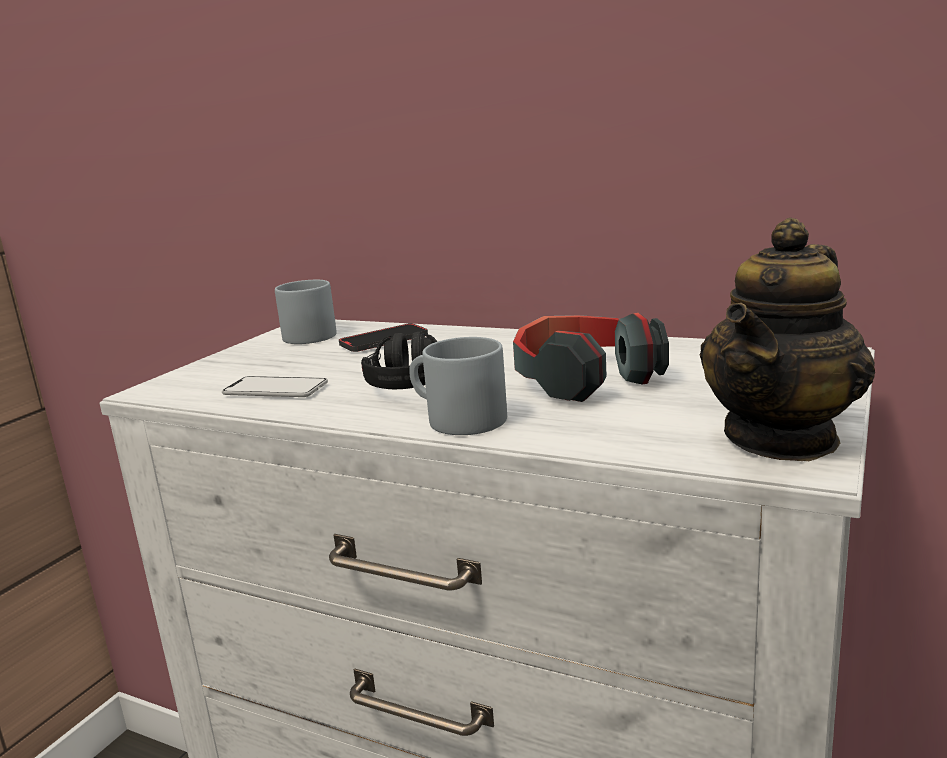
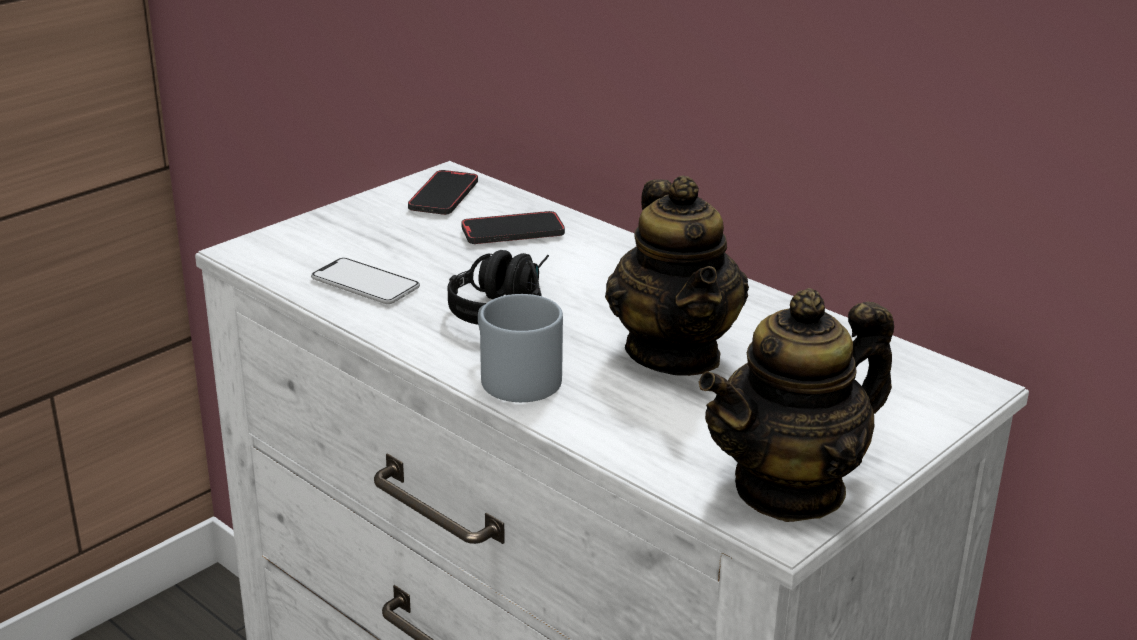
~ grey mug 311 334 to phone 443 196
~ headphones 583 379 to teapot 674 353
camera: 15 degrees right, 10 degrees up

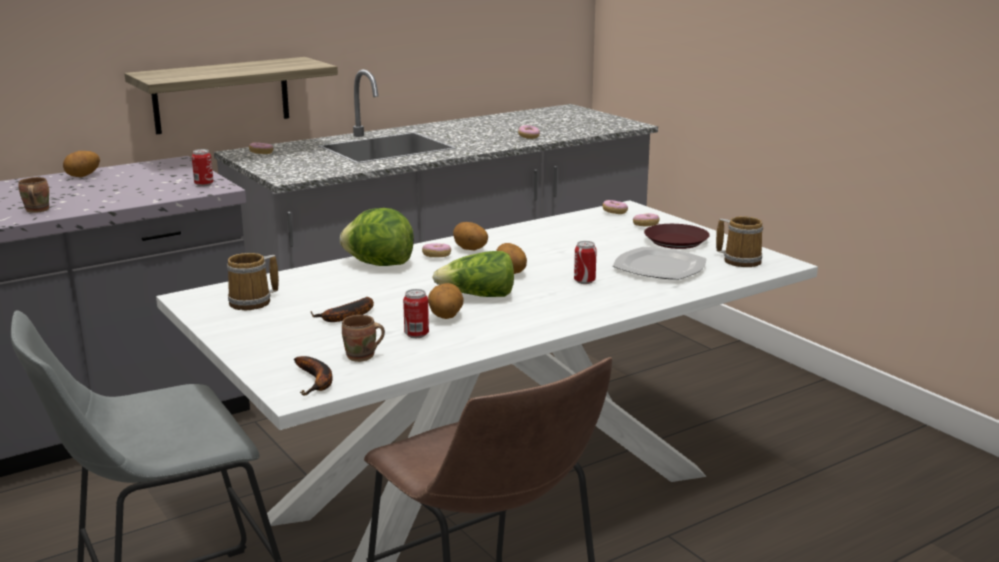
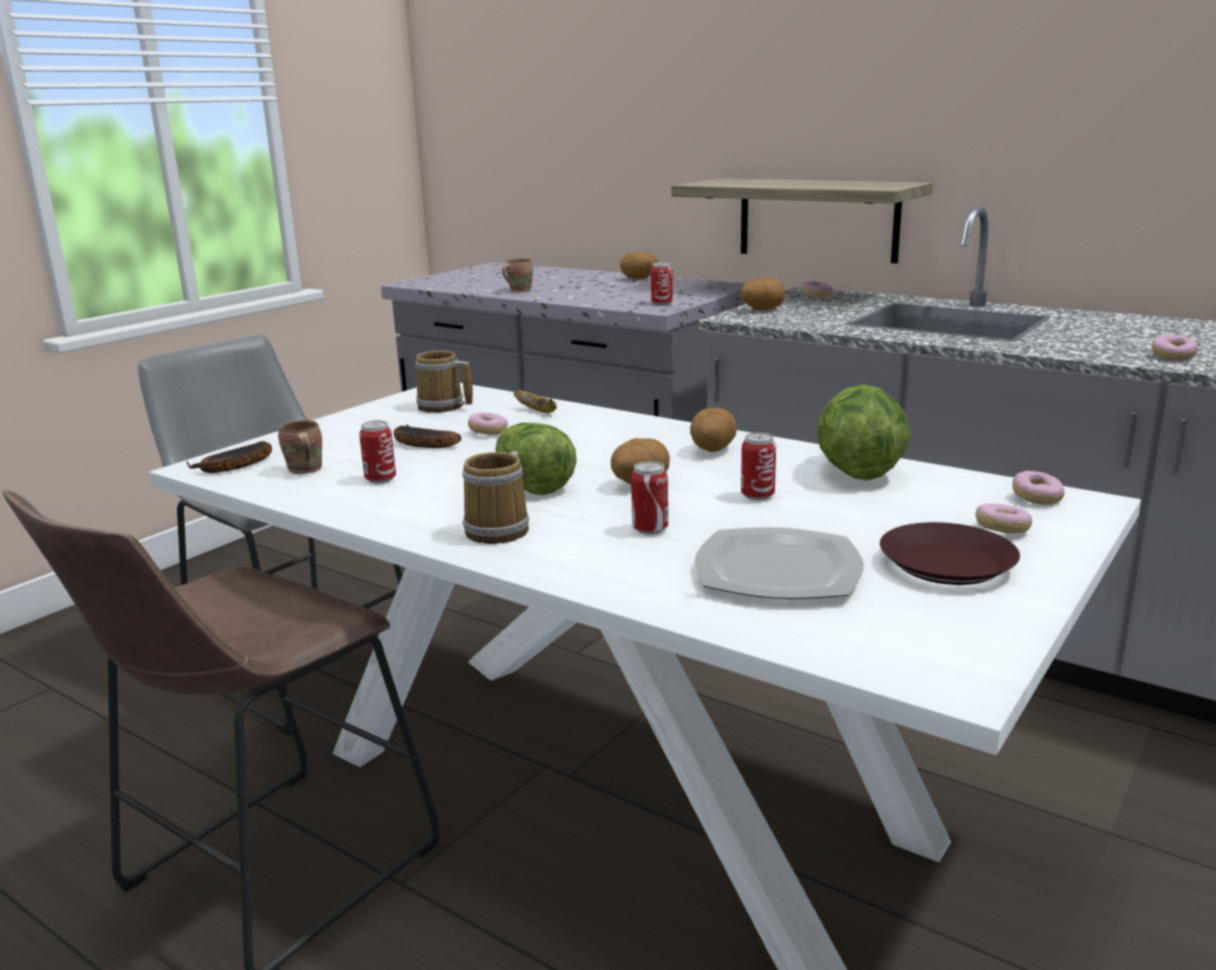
~ lettuce 379 264 to 857 472
~ donut 436 256 to 488 432
~ potato 445 317 to 762 309
~ mug 740 260 to 501 529
+ banana 538 412
+ can 757 496
camera: 70 degrees right, 0 degrees up

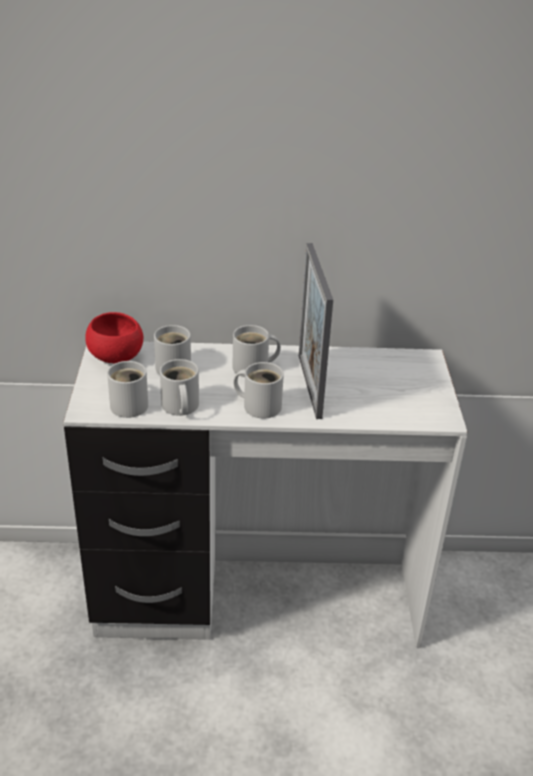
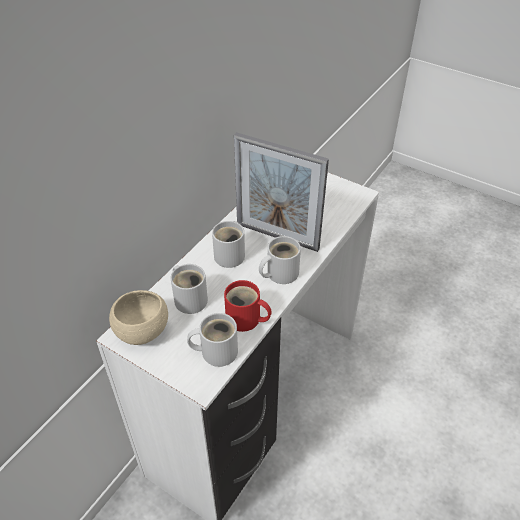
~ red bowl 115 357 to beige bowl 142 332
~ white mug 179 407 to red mug 245 320
camera: 55 degrees left, 10 degrees up

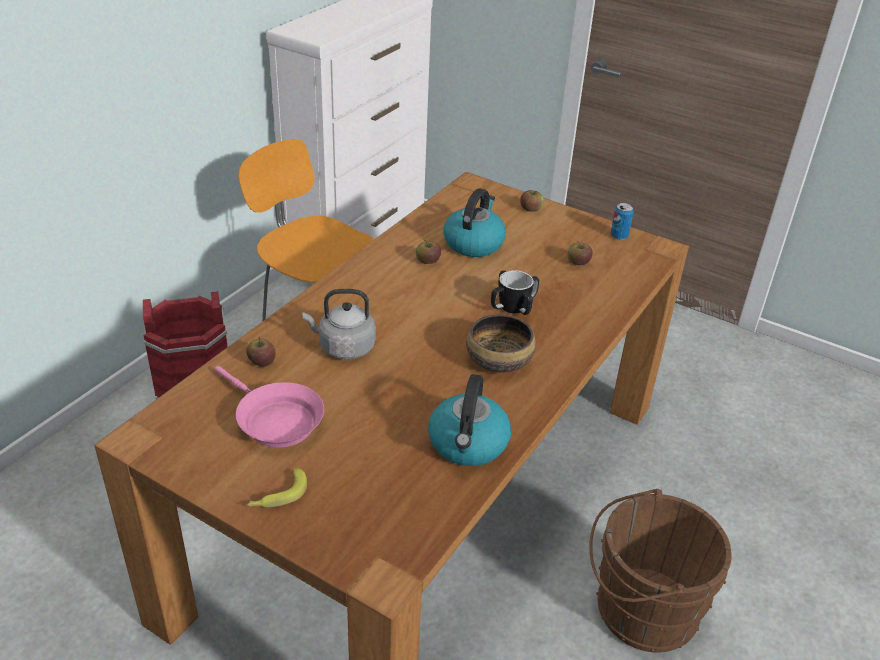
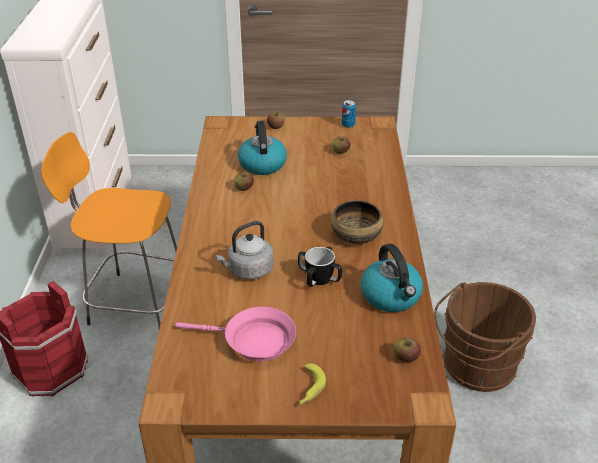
~ apple 261 362 to 405 357
~ mug 513 307 to 319 278
camera: 30 degrees left, 0 degrees up

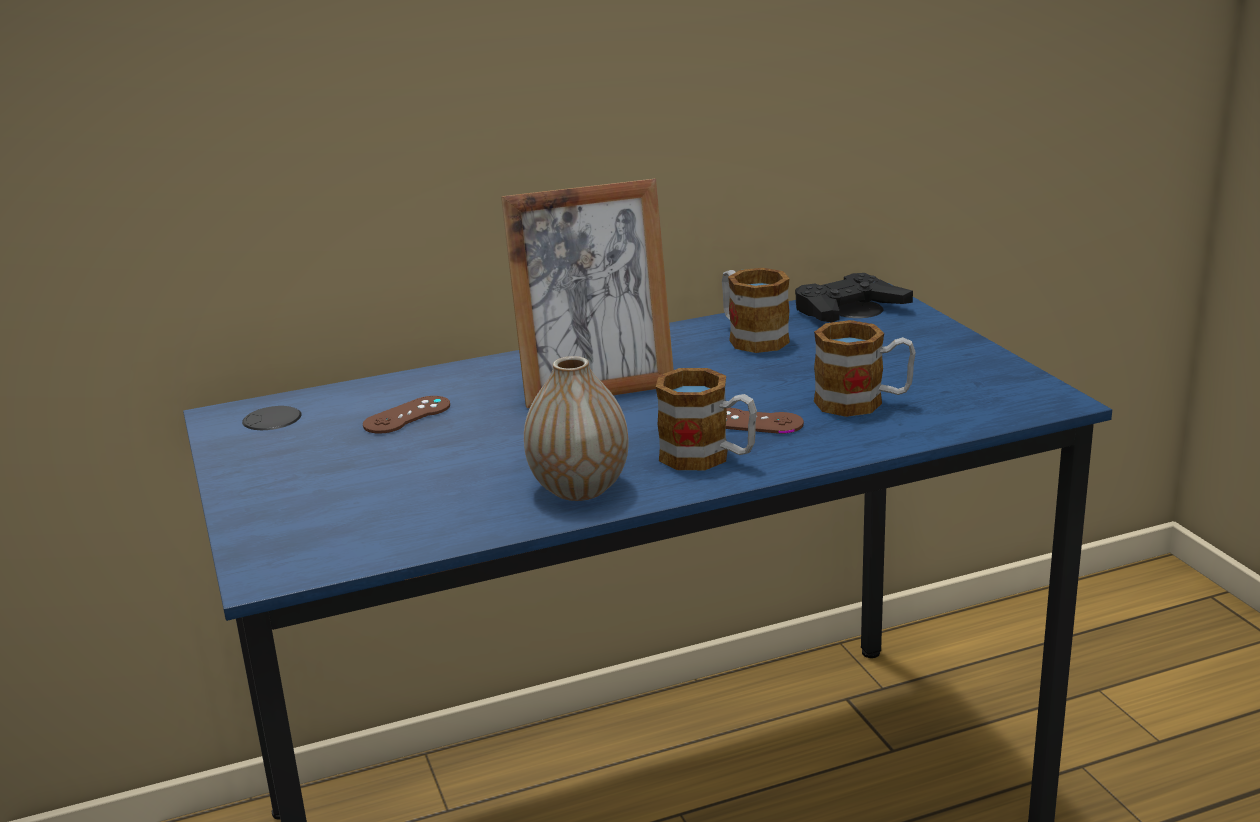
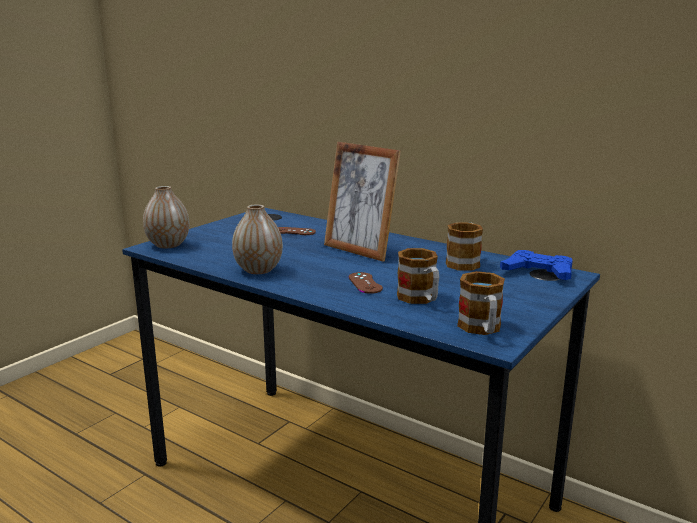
~ mug 708 458 to 481 329
~ black game controller 848 309 to blue game controller 538 272
+ vase 168 245
camera: 55 degrees right, 5 degrees down

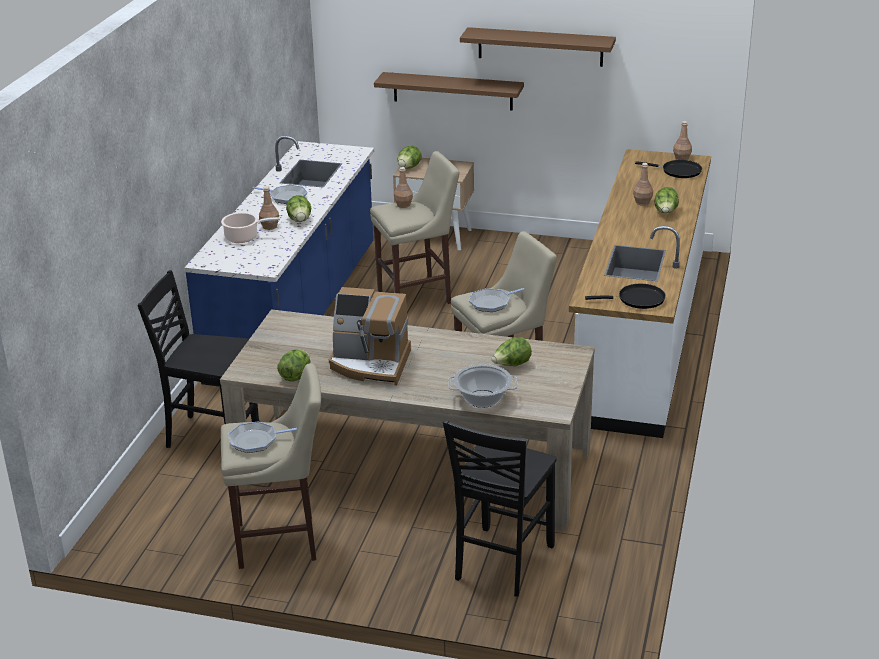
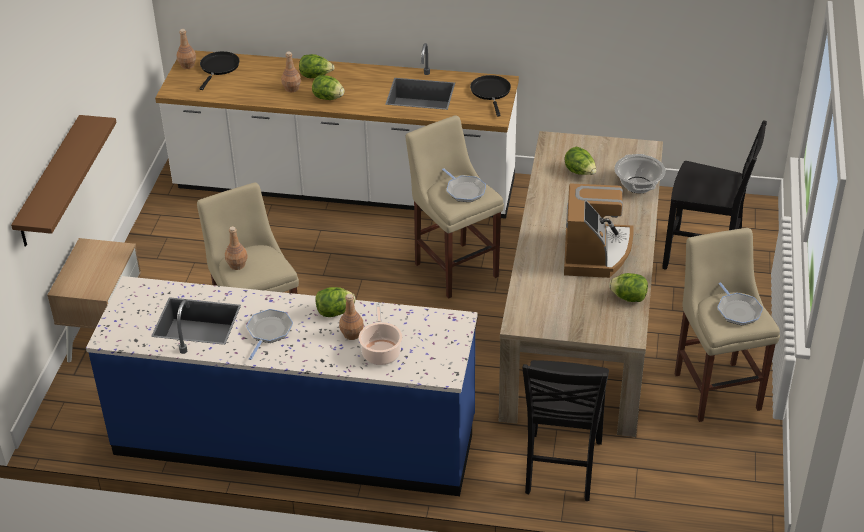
~ lettuce 409 167 to 328 98
- brown shelf 540 47
camera: 95 degrees left, 10 degrees up

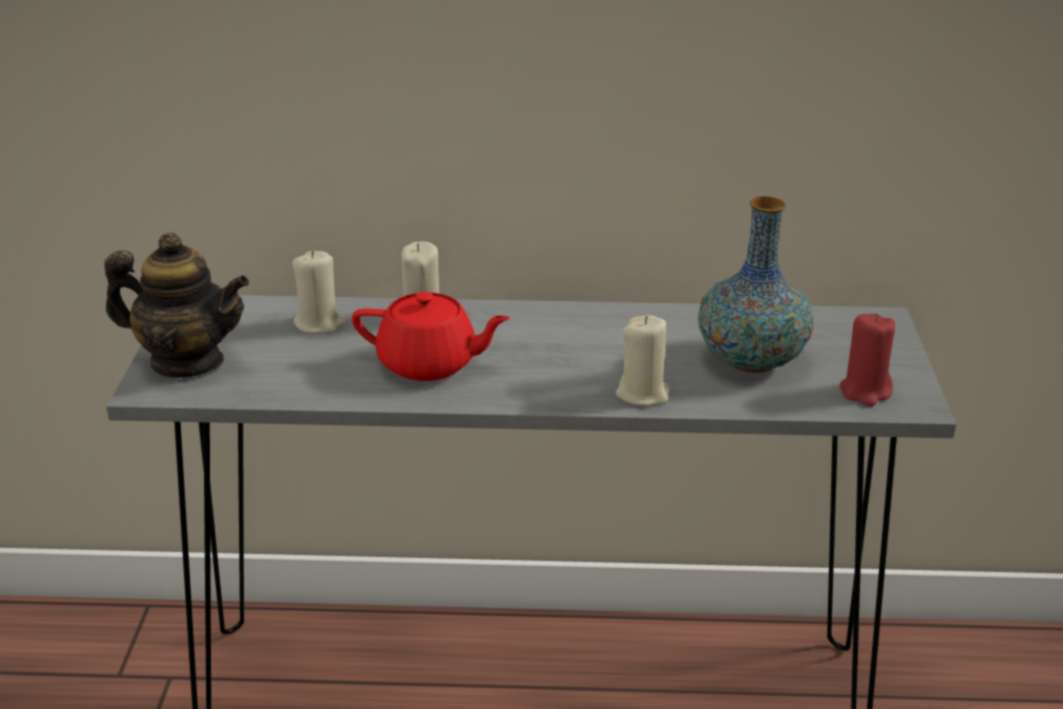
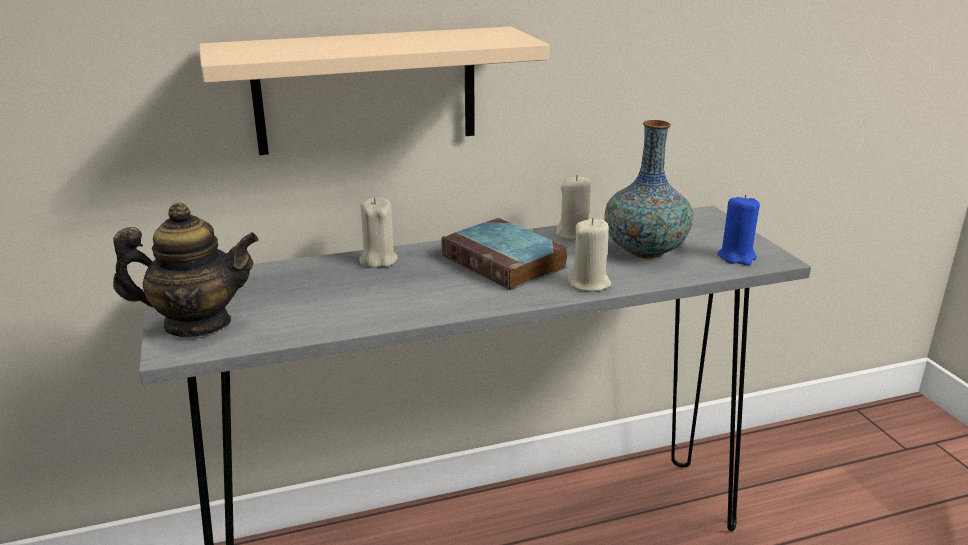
~ beige candle 319 324 to 574 234
- red teapot 429 364
~ red candle 865 391 to blue candle 737 257
+ beige shelf 366 90
+ book 506 262
camera: 20 degrees left, 5 degrees down

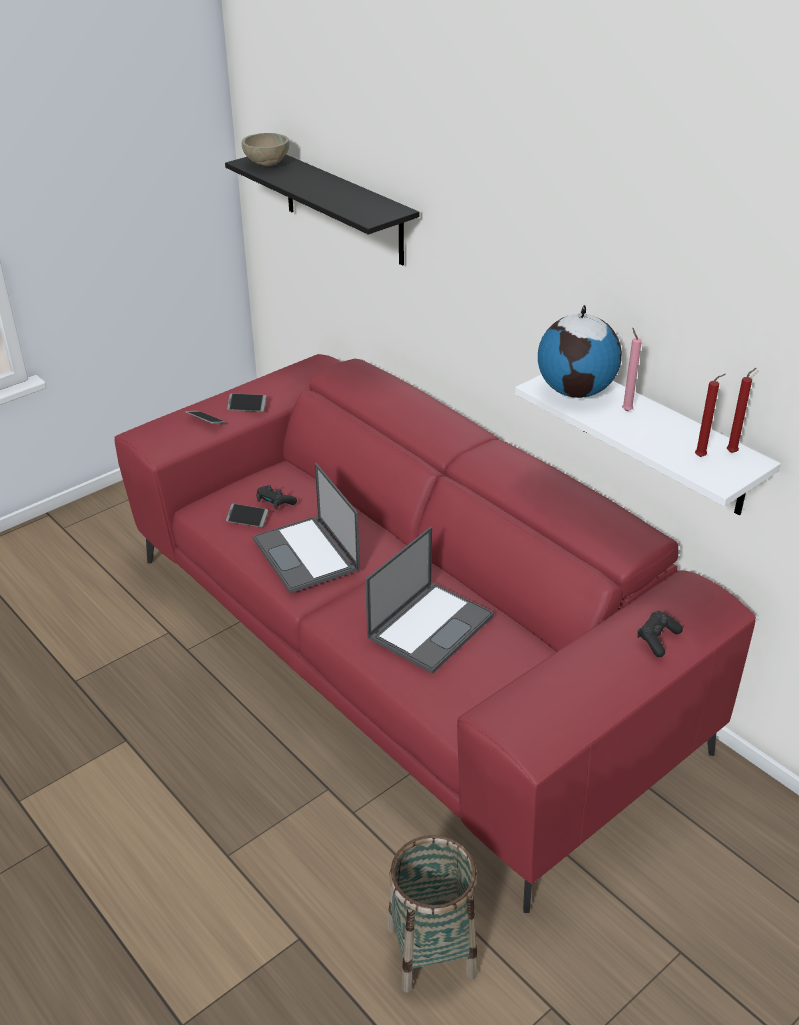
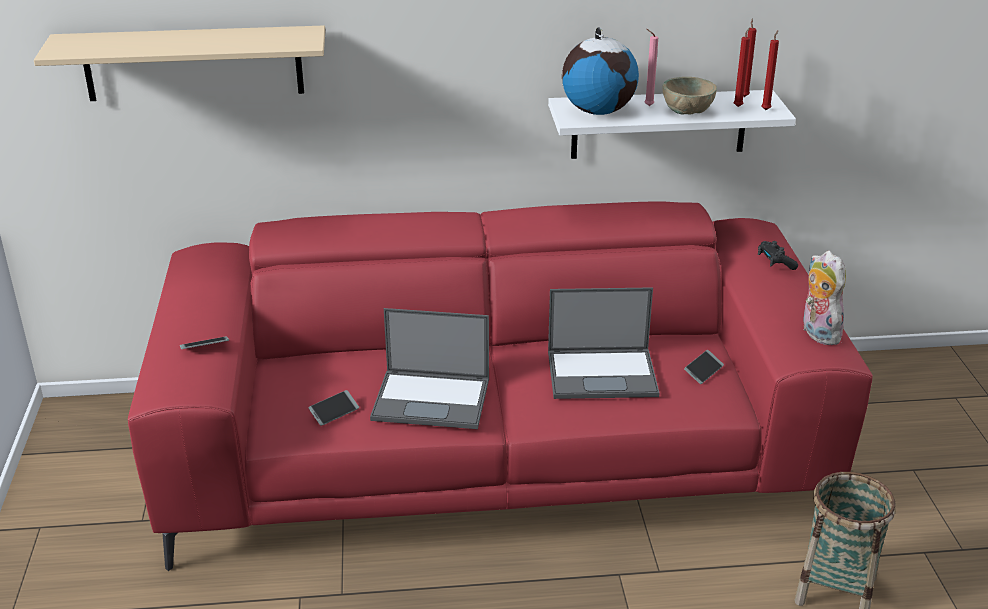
~ black shelf 343 207 to beige shelf 193 63
~ phone 247 406 to 703 371
~ beige bowl 267 165 to 687 113
- black game controller 275 503
~ laptop 431 625 = 603 373 105 degrees clockwise
+ red candle 766 109
+ plush toy 817 333
camera: 55 degrees left, 5 degrees down

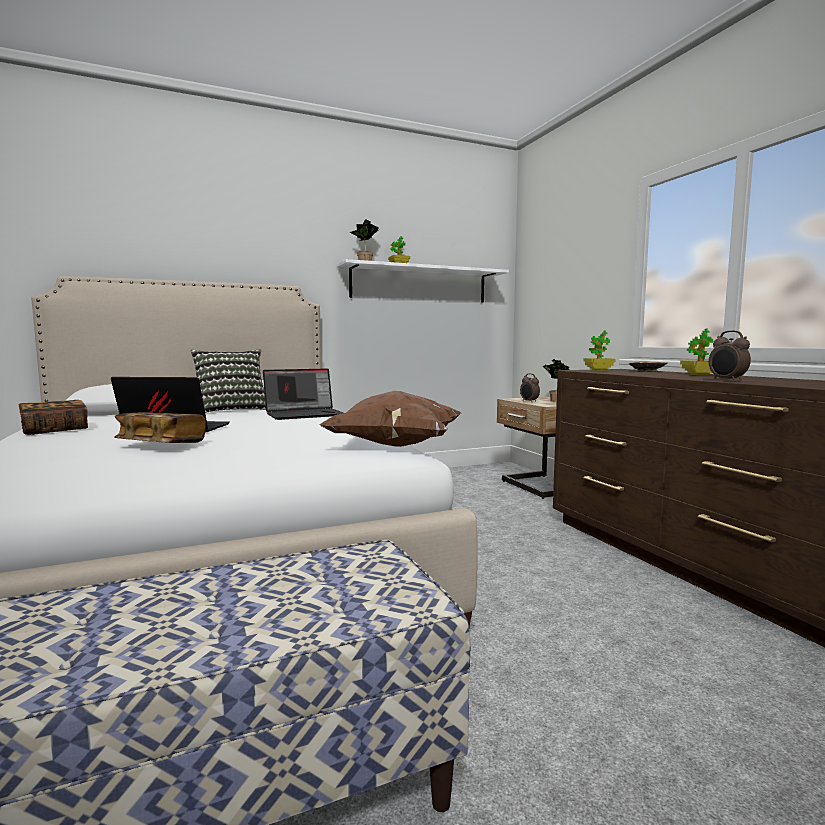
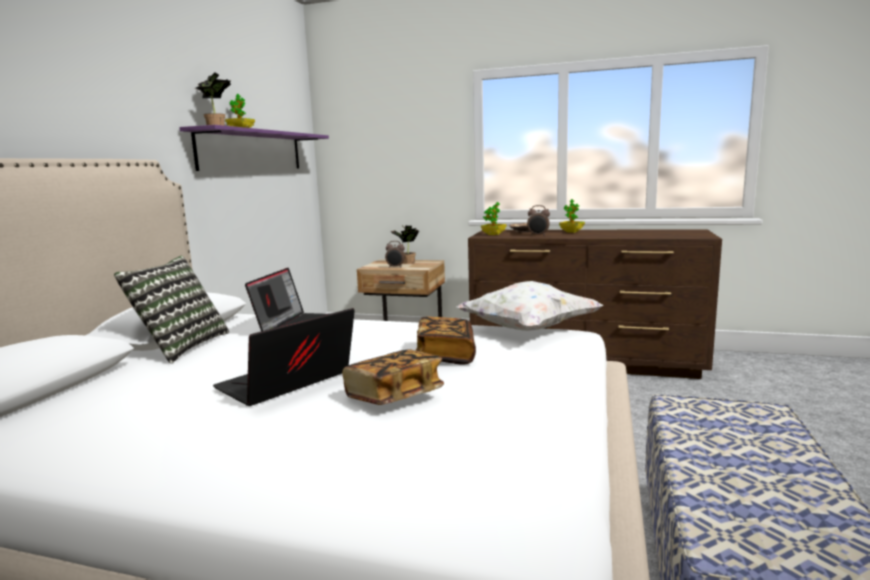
~ book 55 430 to 446 355
~ brown pillow 395 446 to white pillow 528 330
~ white shelf 420 284 to purple shelf 252 151
~ alarm clock 727 380 to 538 236
camera: 50 degrees left, 5 degrees up

